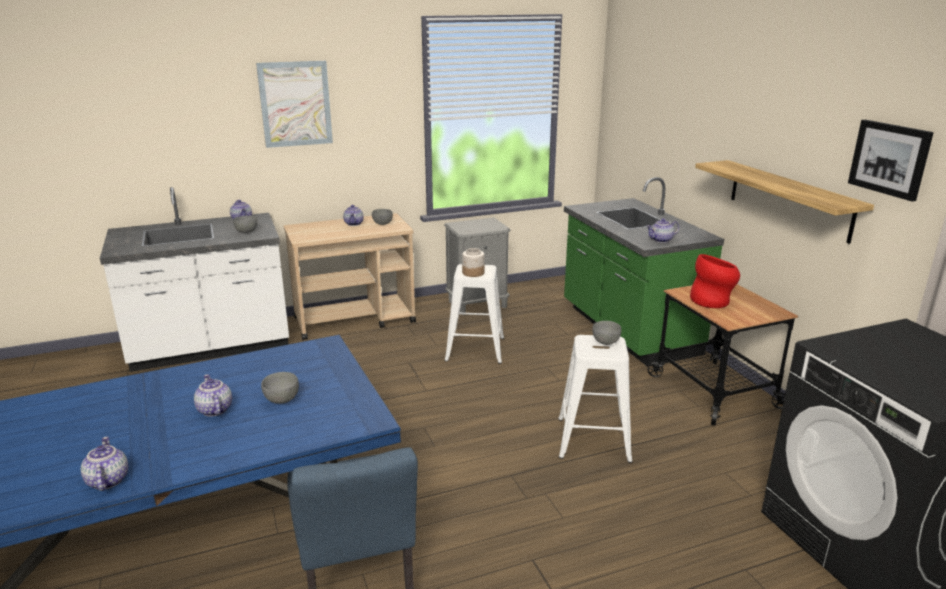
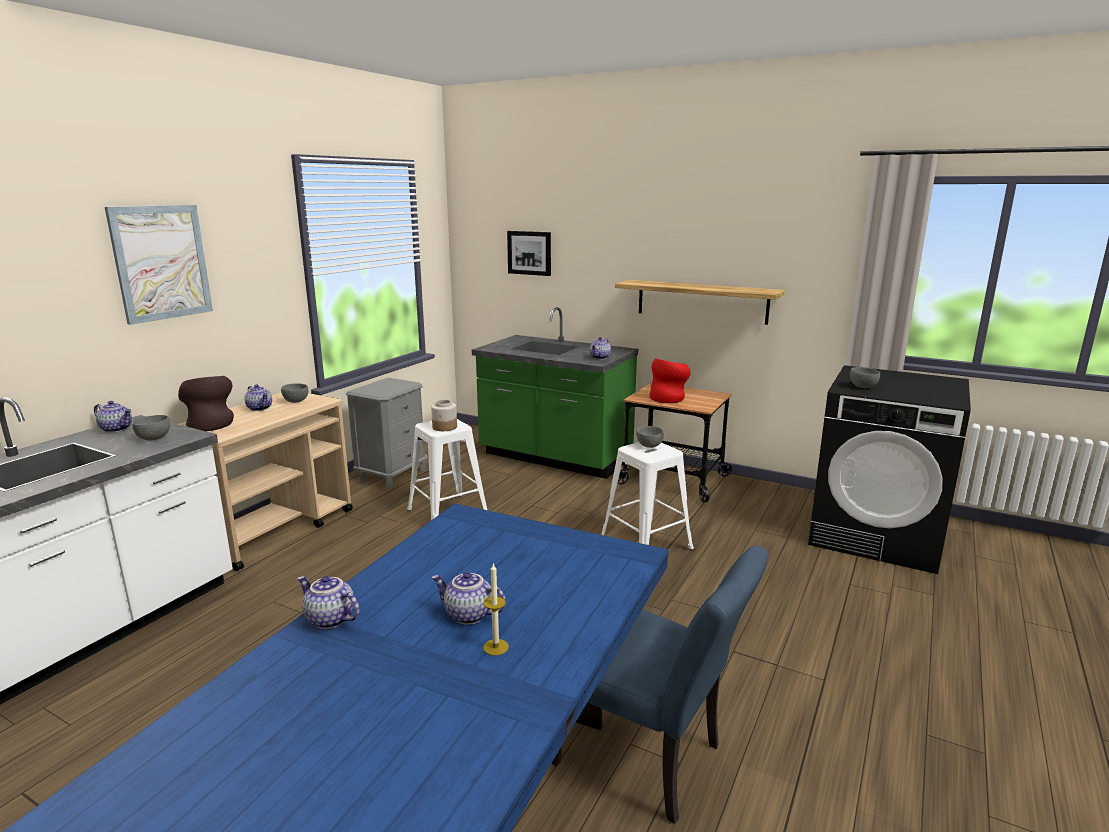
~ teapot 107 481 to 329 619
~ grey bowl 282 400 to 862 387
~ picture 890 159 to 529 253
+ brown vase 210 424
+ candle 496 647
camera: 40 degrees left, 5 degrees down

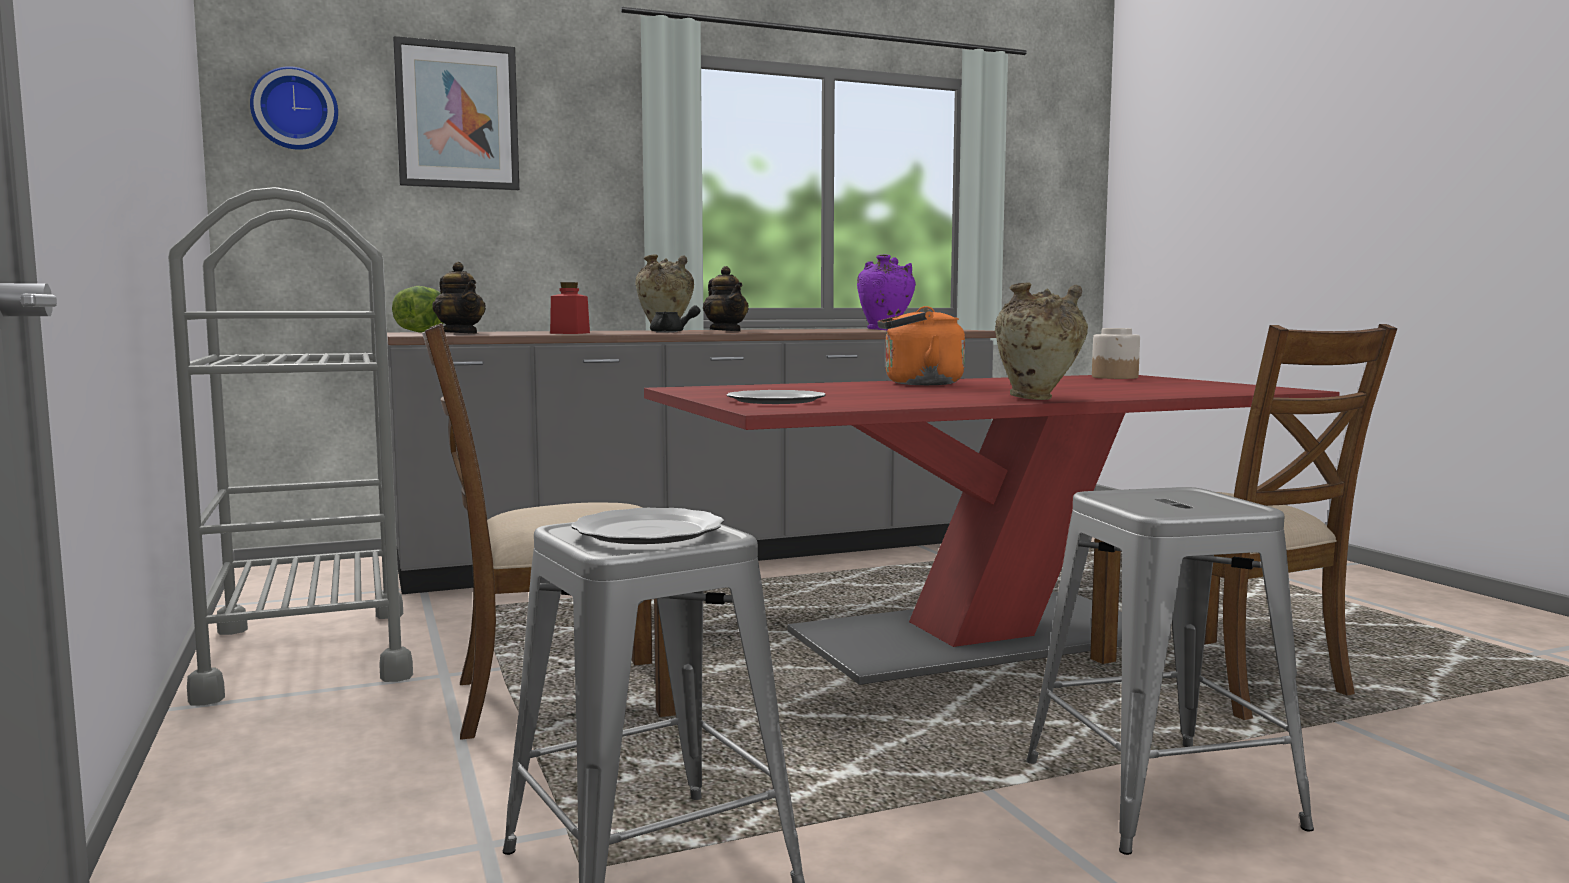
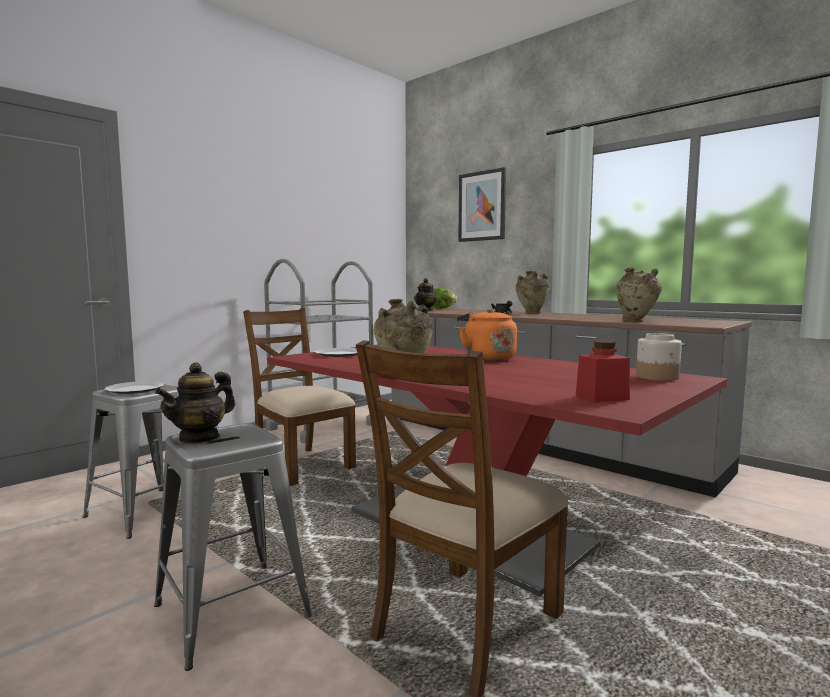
- wall clock 295 109
~ red jar 570 333 to 602 397
~ teapot 726 331 to 200 437
~ purple vase 885 330 to beige vase 636 321
camera: 65 degrees right, 0 degrees up

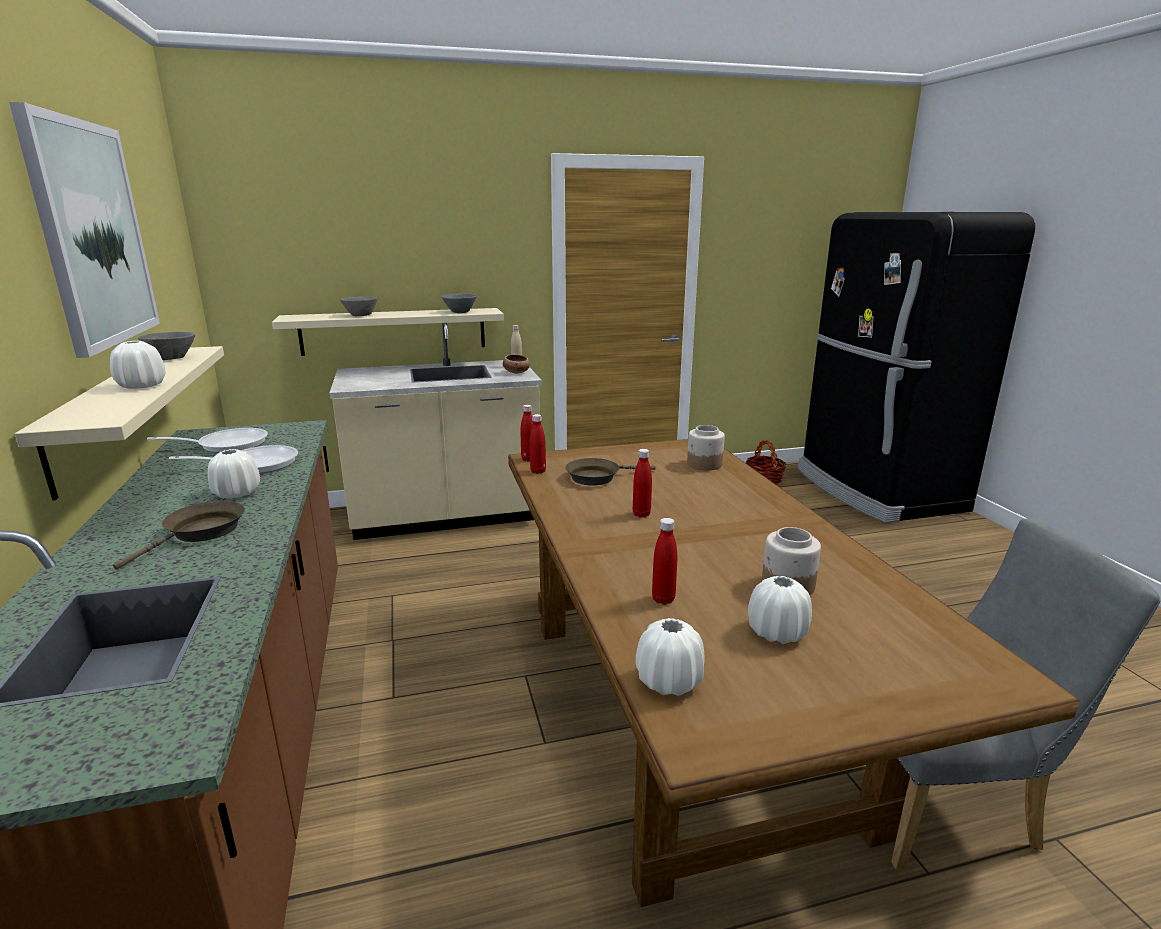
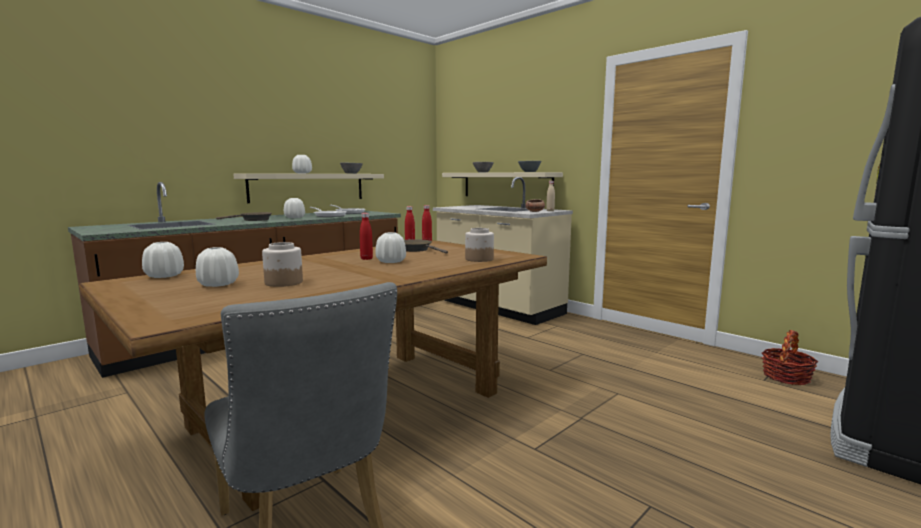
- picture 93 234
- red bottle 663 599
+ white vase 391 262
camera: 60 degrees right, 10 degrees down

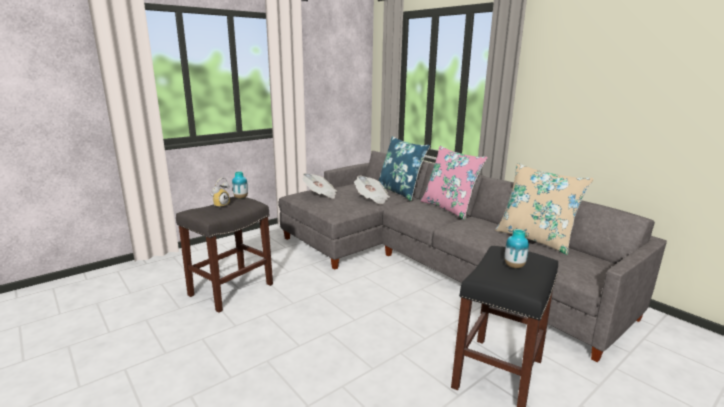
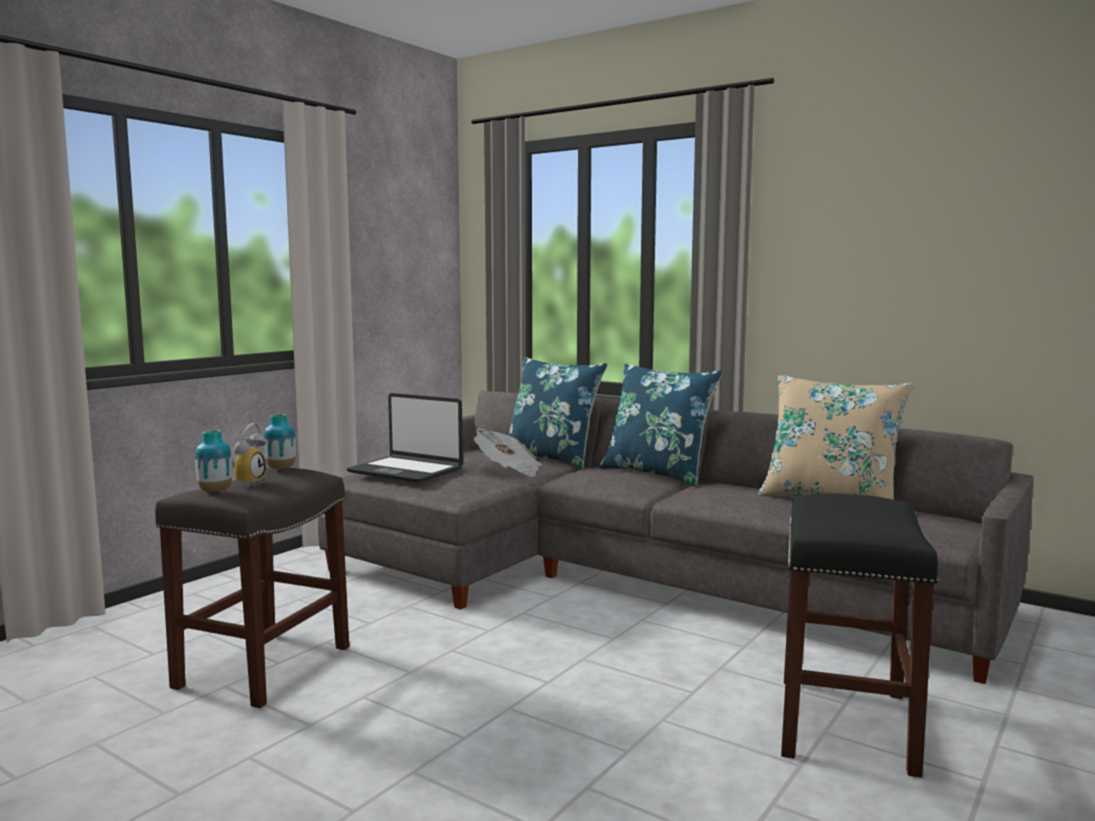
~ newspaper 320 195 to laptop 406 471
~ pink pillow 449 208 to blue pillow 657 473
~ vase 514 266 to 215 491
camera: 15 degrees left, 10 degrees down

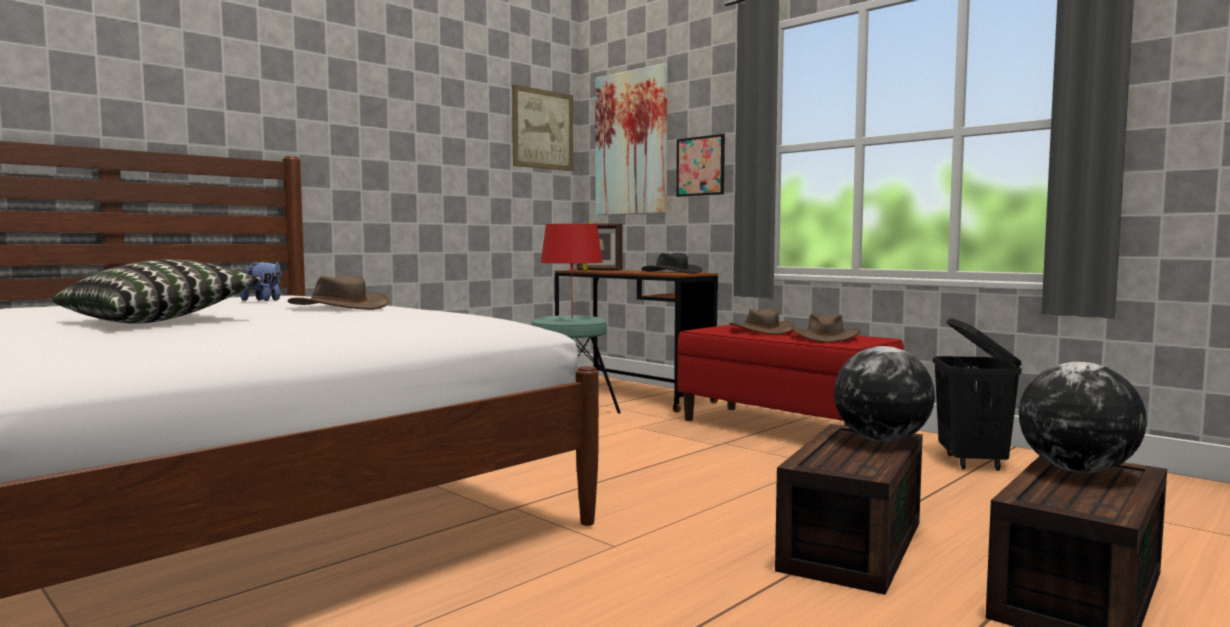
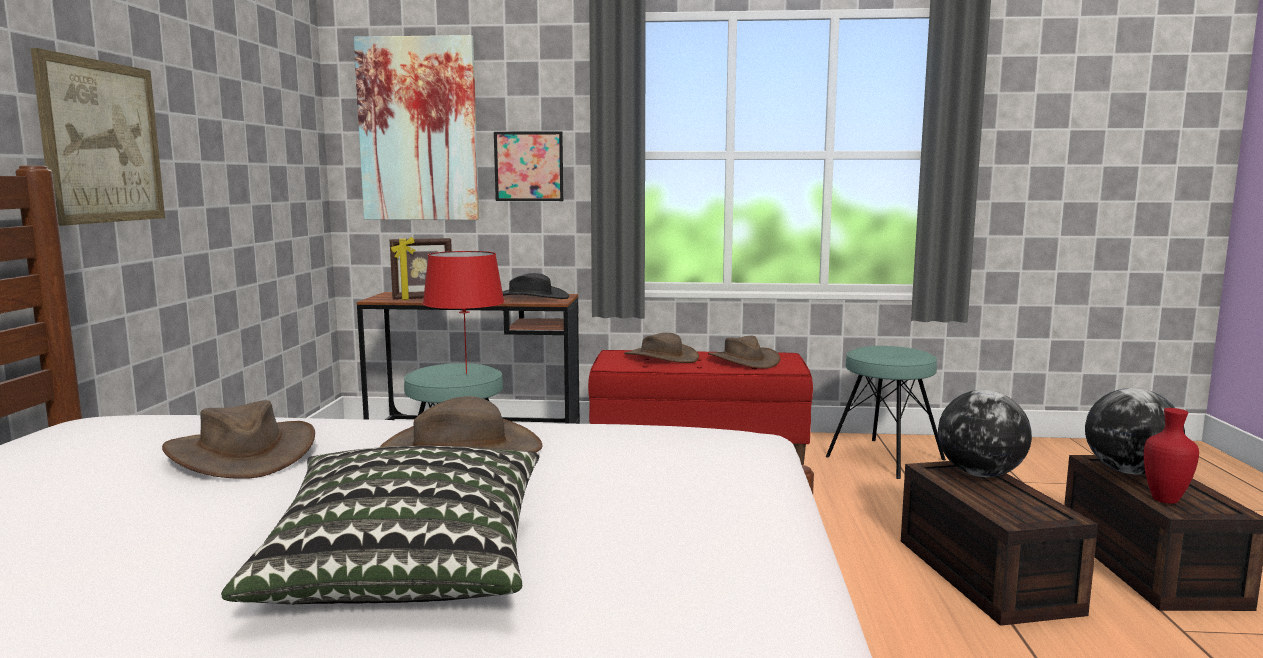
~ plush toy 264 301 to brown hat 241 454
~ picture 542 129 to 102 142
~ black laundry basket 972 462 to turquoise stool 885 458
+ red vase 1166 500
camera: 40 degrees left, 5 degrees up

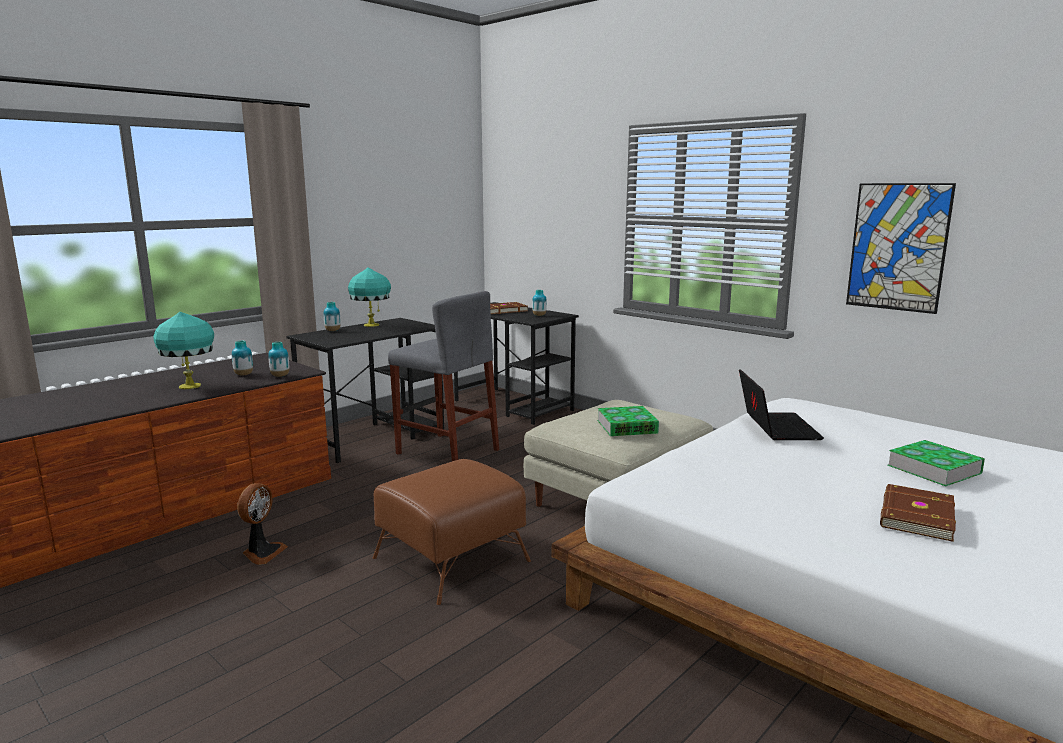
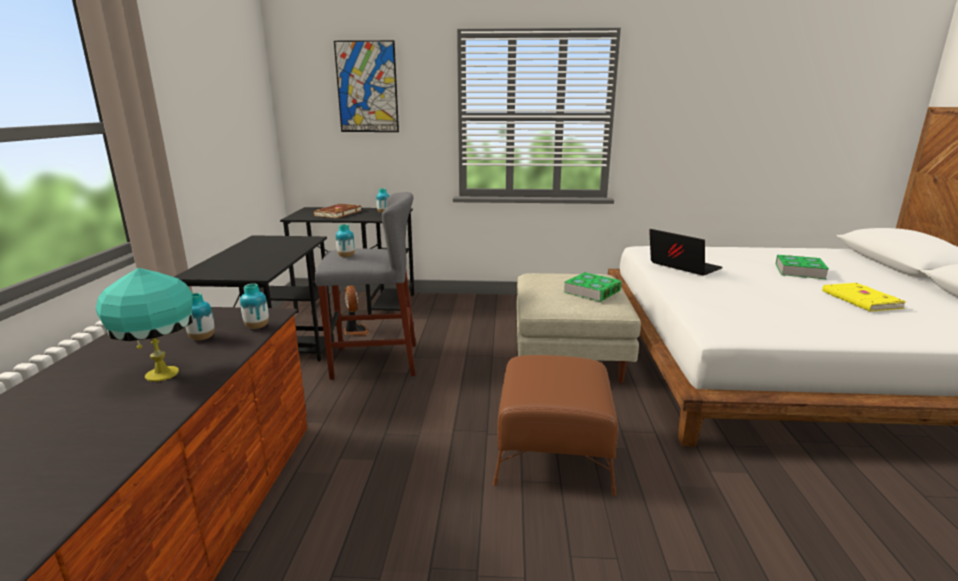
~ fan 262 552 to 355 331
~ vase 332 331 to 346 256
- turquoise table lamp 371 325
~ picture 898 247 to 367 87
~ brown book 914 516 to yellow book 860 300
camera: 40 degrees left, 5 degrees up

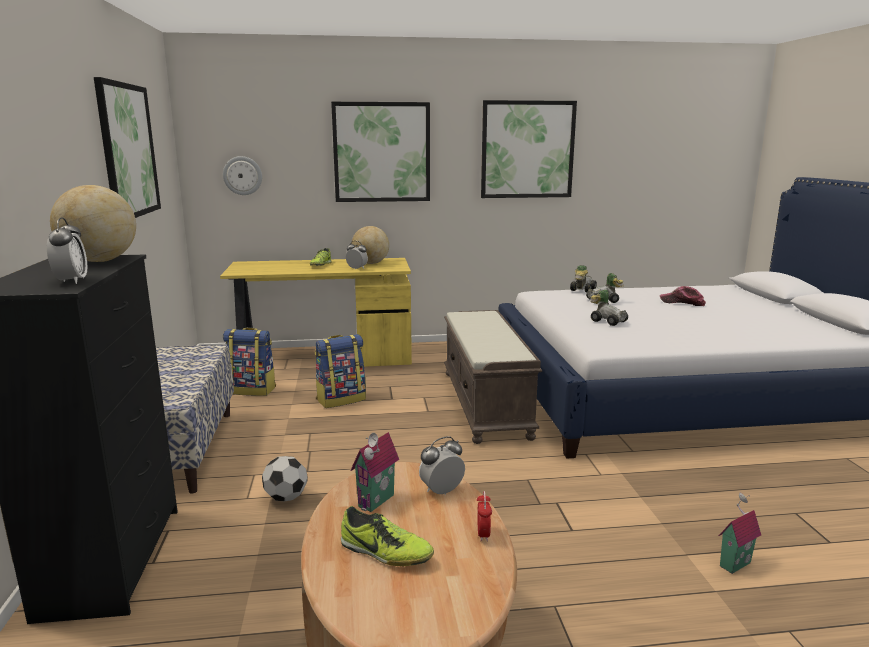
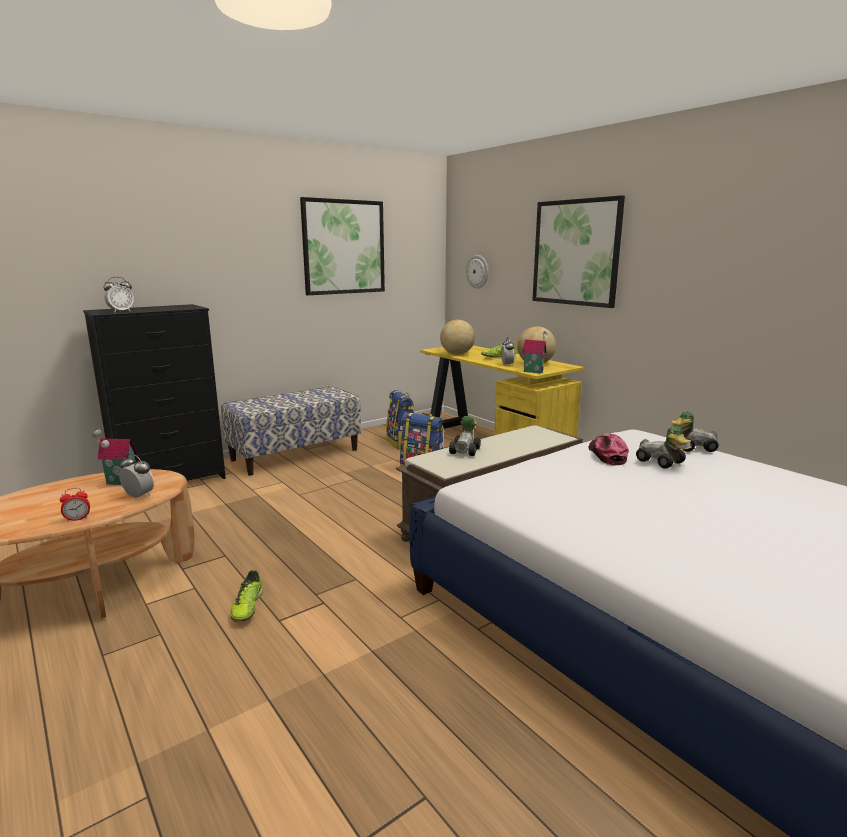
~ globe 99 261 to 457 354
- football 286 498
~ shoe 385 553 to 247 607
- picture 527 150
~ toy car 607 321 to 466 450
~ cap 682 302 to 606 455
~ toy house 733 563 to 534 371
camera: 60 degrees right, 0 degrees up

